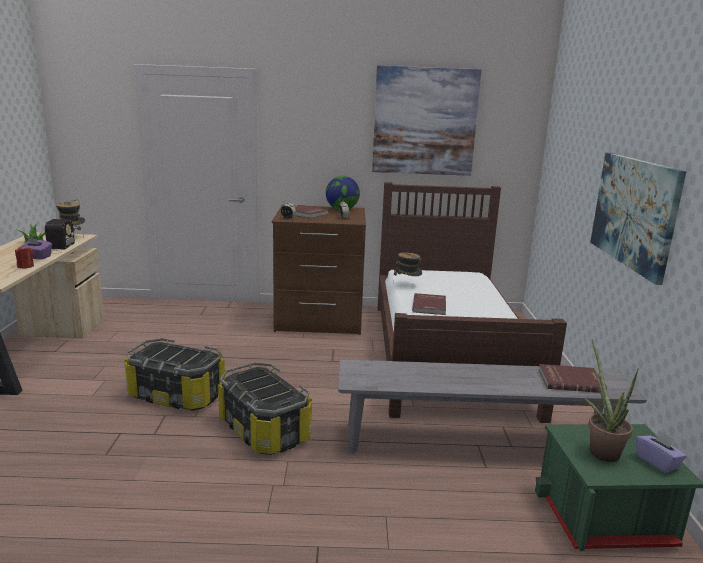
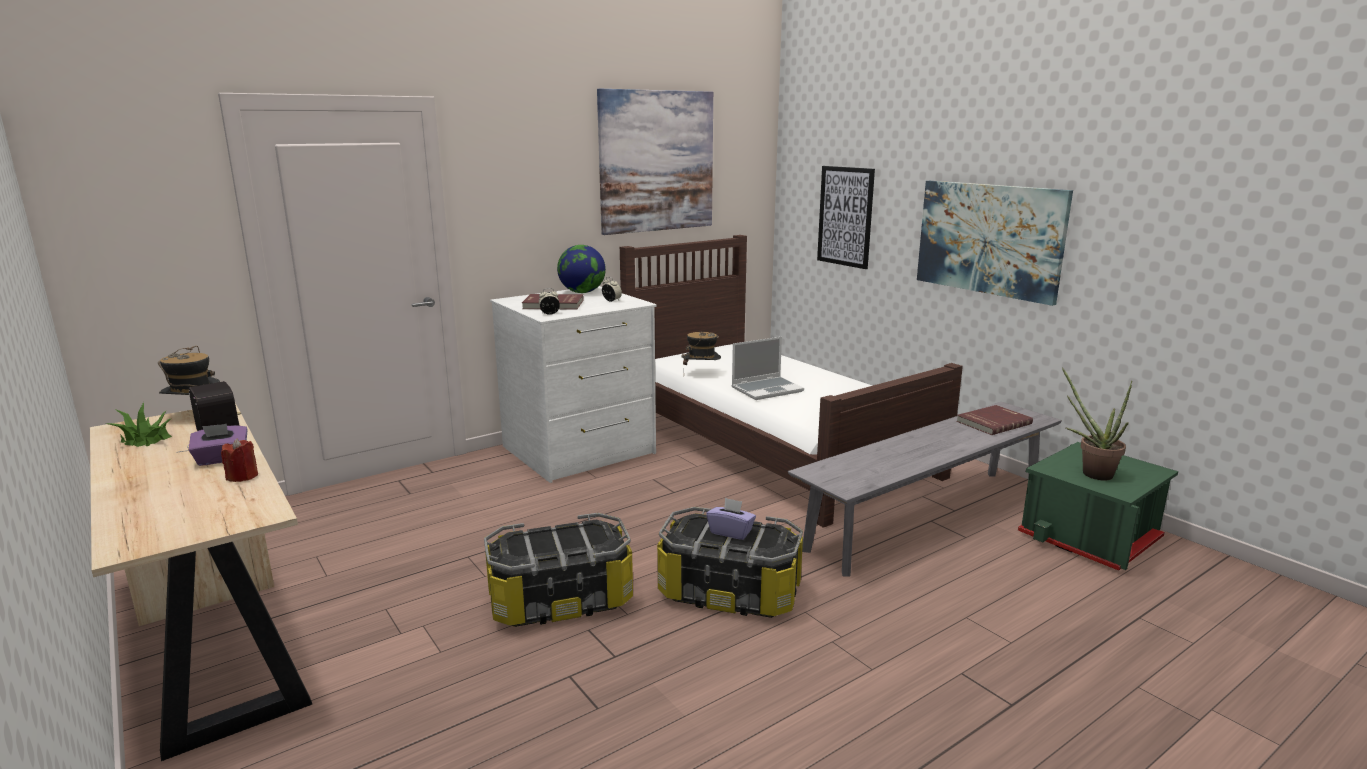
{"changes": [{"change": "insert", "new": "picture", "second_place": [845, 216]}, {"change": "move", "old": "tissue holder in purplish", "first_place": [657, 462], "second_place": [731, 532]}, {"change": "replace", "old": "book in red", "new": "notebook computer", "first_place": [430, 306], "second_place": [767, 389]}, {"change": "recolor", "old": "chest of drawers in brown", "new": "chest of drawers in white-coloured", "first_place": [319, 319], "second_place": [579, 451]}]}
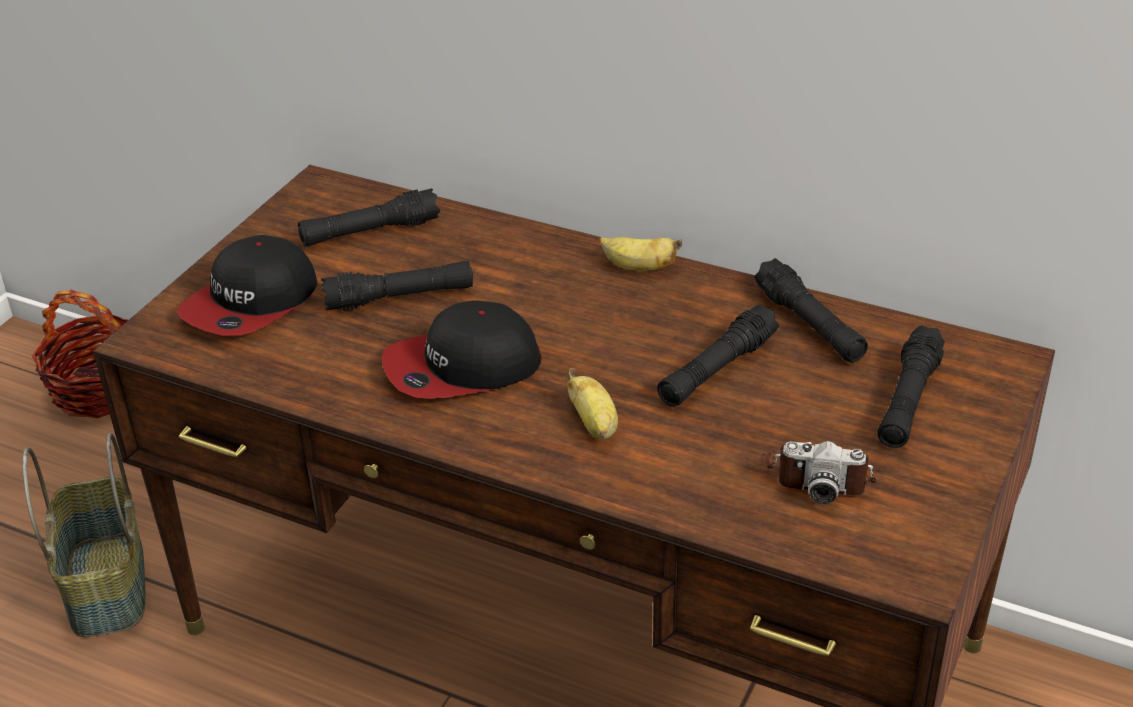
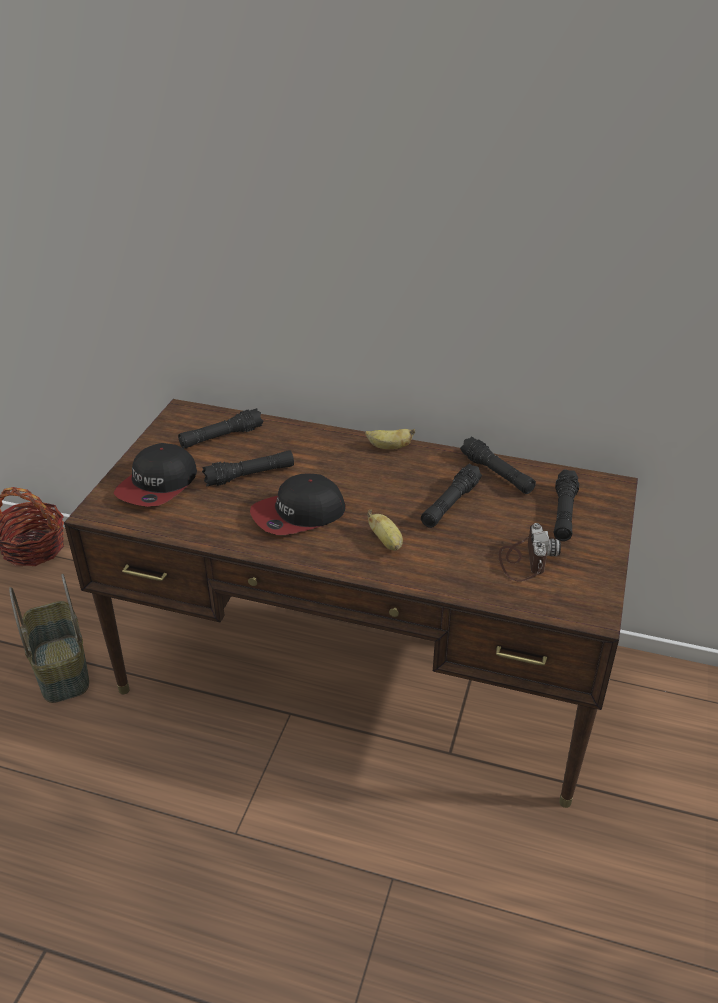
{"changes": [{"change": "rotate", "old": "still camera", "first_place": [819, 475], "second_place": [524, 560], "degrees": -90}]}
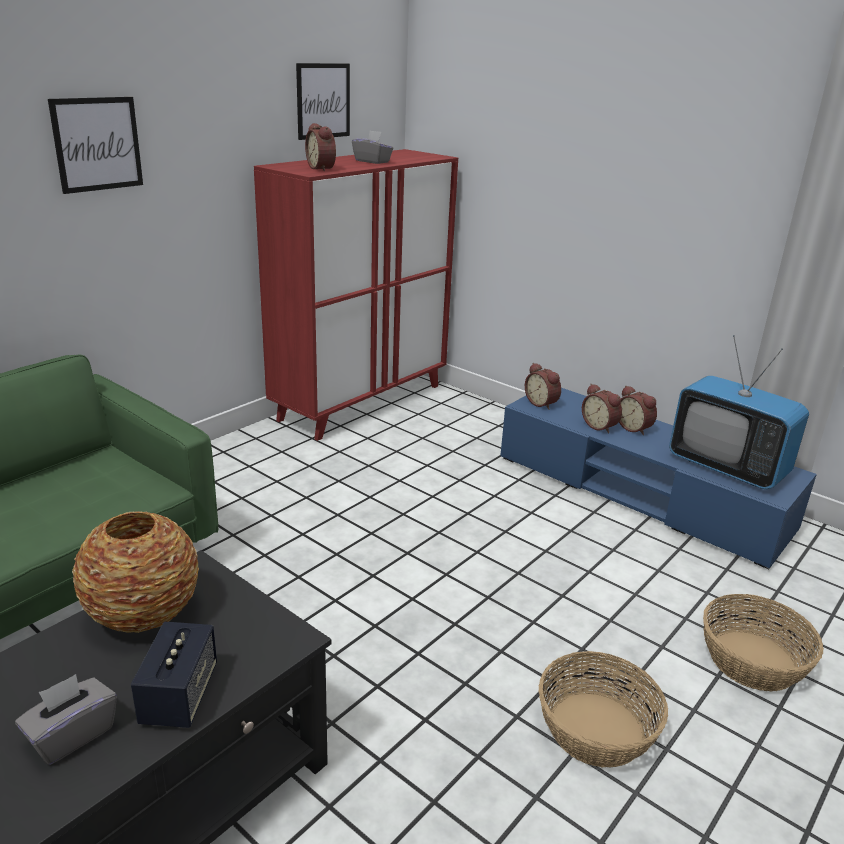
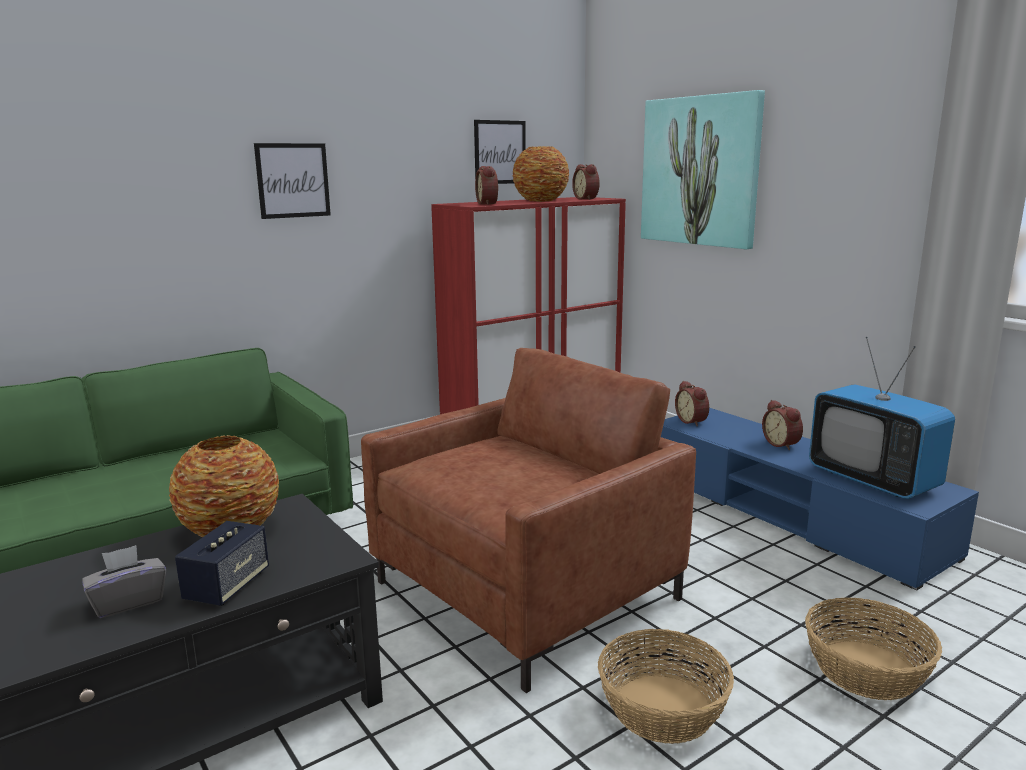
{"changes": [{"change": "insert", "new": "easy chair in brown", "second_place": [526, 591]}, {"change": "insert", "new": "picture", "second_place": [700, 171]}, {"change": "move", "old": "alarm clock", "first_place": [600, 426], "second_place": [587, 199]}, {"change": "replace", "old": "tissue holder in gray", "new": "vase", "first_place": [372, 161], "second_place": [540, 201]}]}
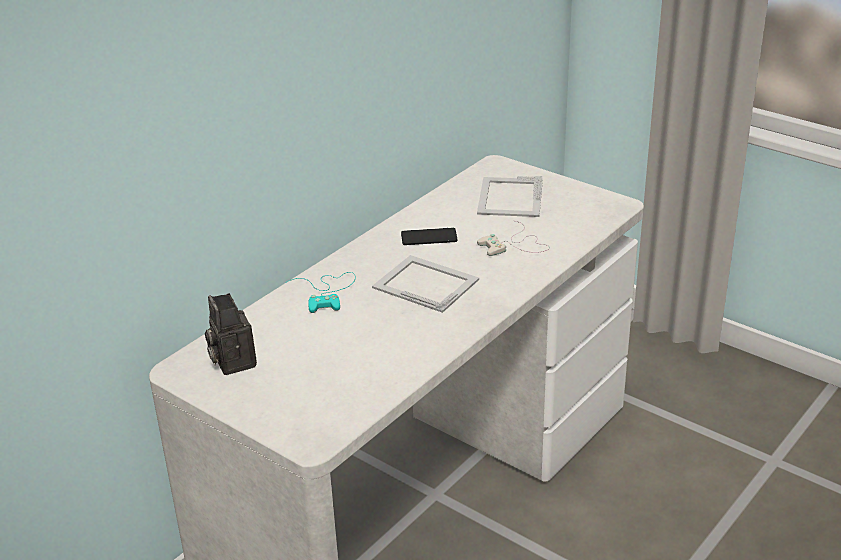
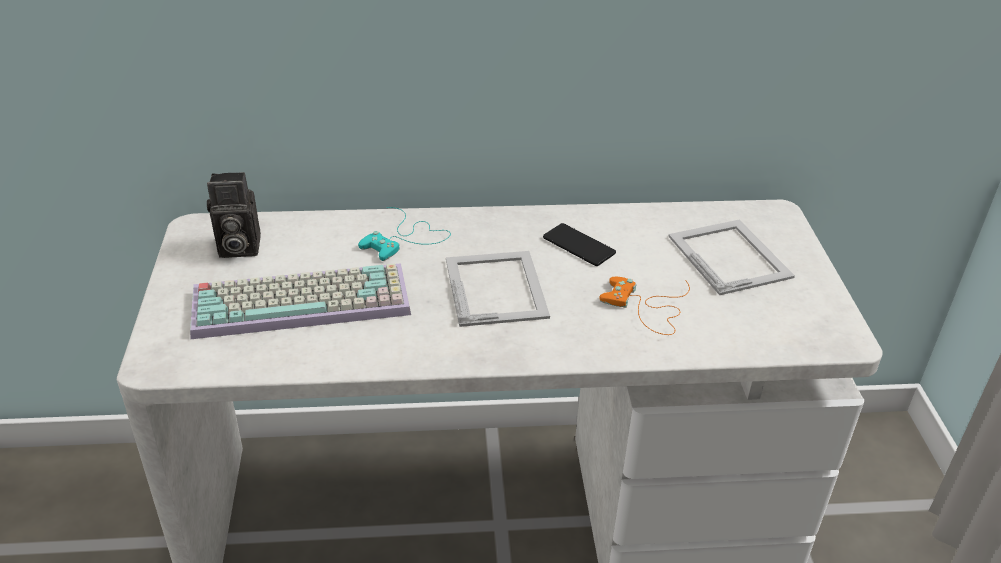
{"changes": [{"change": "insert", "new": "computer keyboard", "second_place": [304, 300]}, {"change": "recolor", "old": "joypad in white-coloured", "new": "joypad in orange-coloured", "first_place": [515, 245], "second_place": [647, 308]}, {"change": "rotate", "old": "still camera", "first_place": [232, 361], "second_place": [236, 248], "degrees": -120}, {"change": "rotate", "old": "picture frame", "first_place": [509, 197], "second_place": [729, 255], "degrees": 105}]}
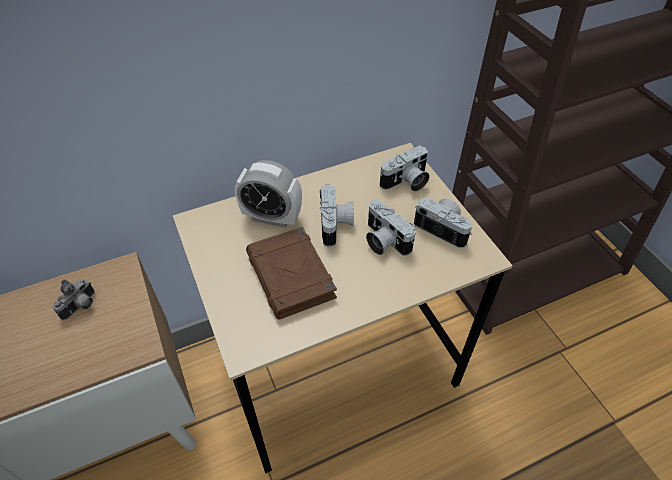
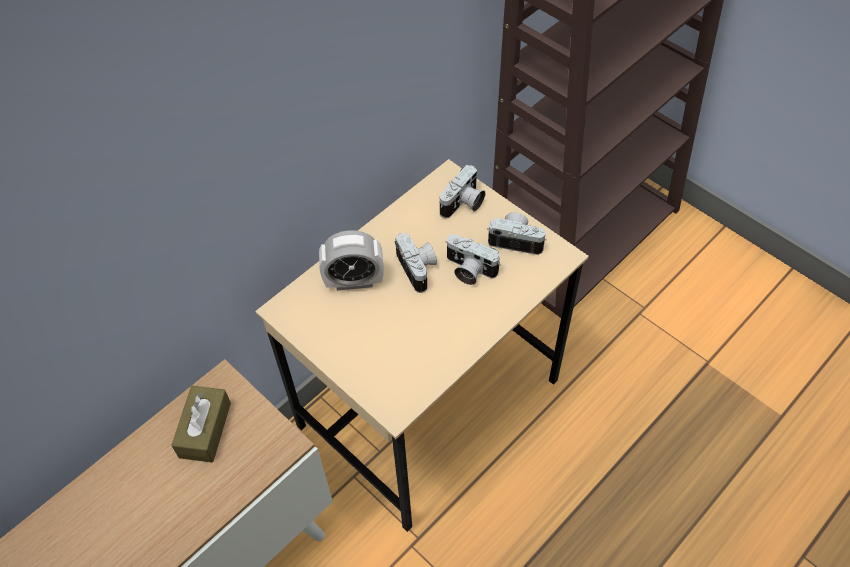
{"changes": [{"change": "delete", "old": "book in brown", "first_place": [292, 276]}, {"change": "replace", "old": "still camera", "new": "tissue holder in brown", "first_place": [81, 307], "second_place": [205, 430]}]}
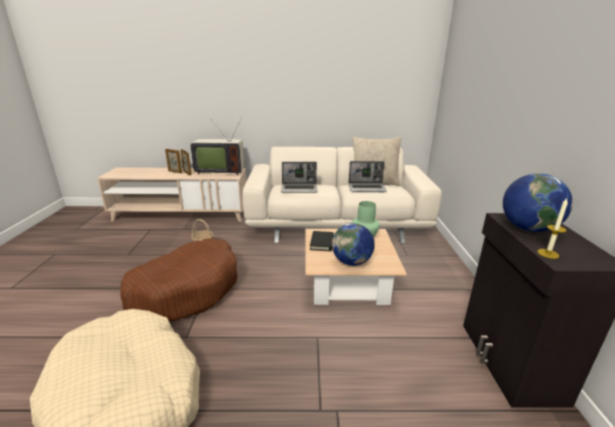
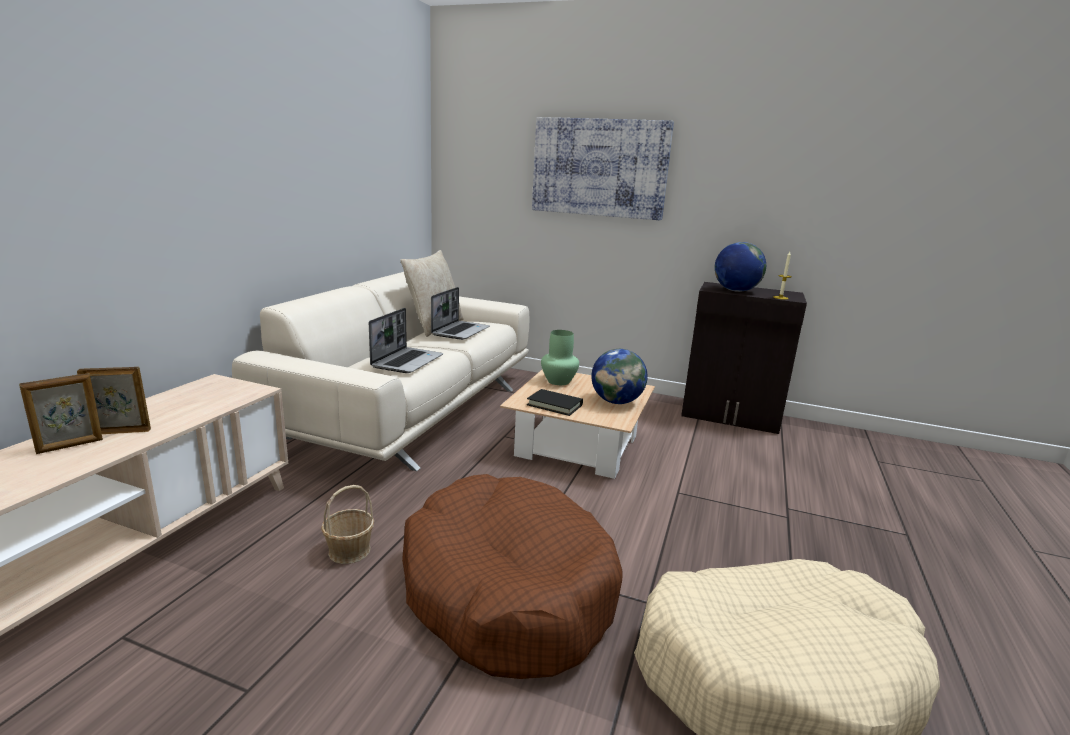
{"changes": [{"change": "delete", "old": "TV", "first_place": [220, 171]}, {"change": "insert", "new": "picture", "second_place": [600, 168]}]}
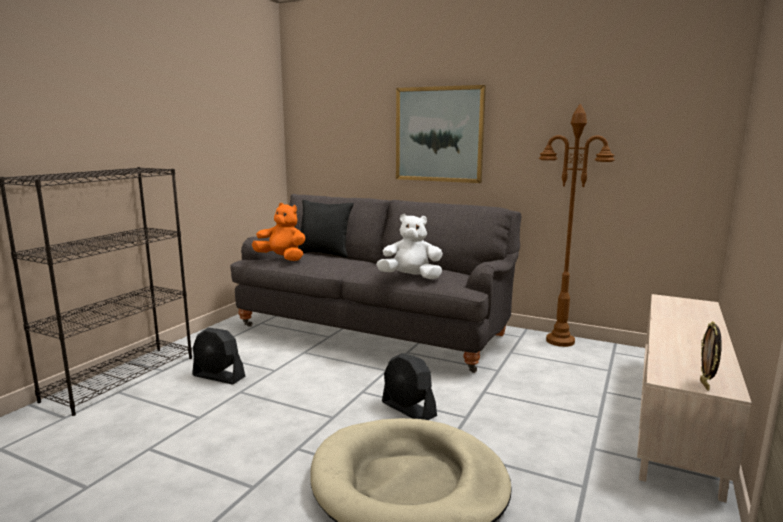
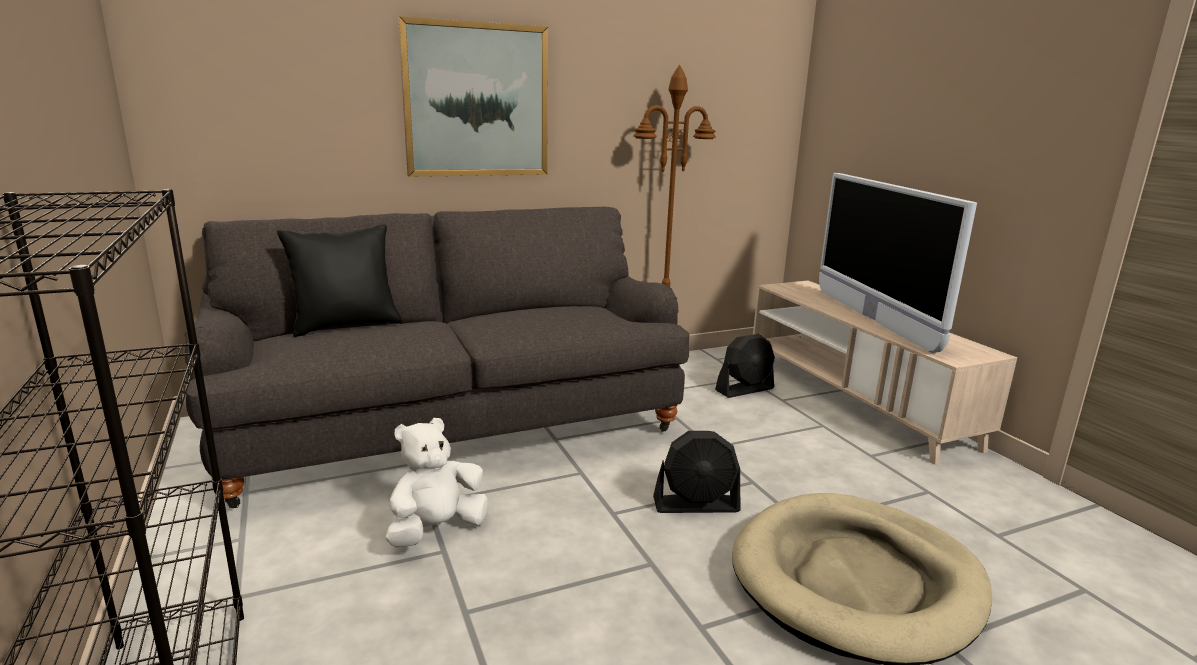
{"changes": [{"change": "delete", "old": "soft toy in orange-coloured", "first_place": [282, 258]}, {"change": "delete", "old": "picture frame", "first_place": [705, 385]}, {"change": "insert", "new": "TV", "second_place": [872, 319]}, {"change": "move", "old": "cooling fan in black-coloured", "first_place": [219, 376], "second_place": [745, 389]}, {"change": "move", "old": "soft toy in white-coloured", "first_place": [411, 277], "second_place": [437, 530]}]}
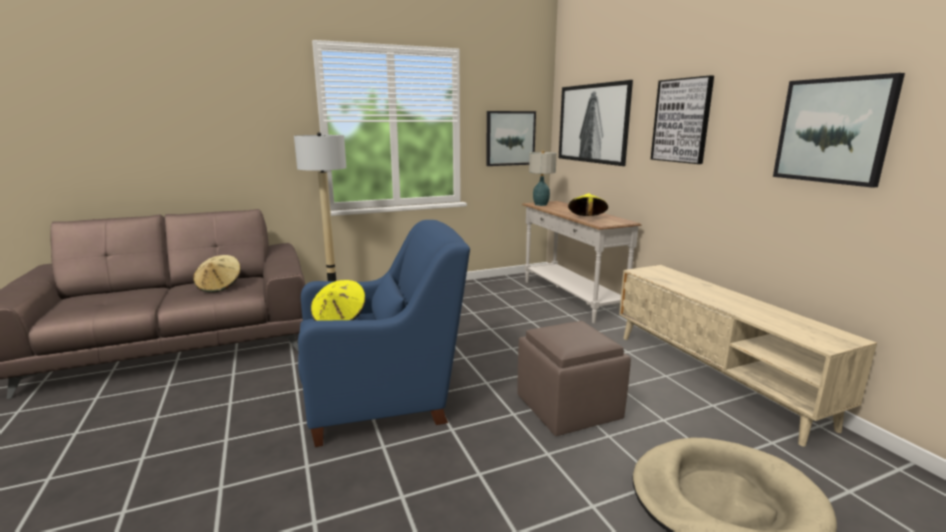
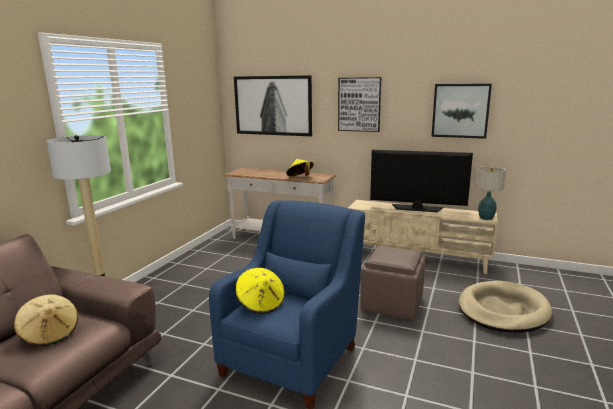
{"changes": [{"change": "delete", "old": "picture", "first_place": [510, 138]}, {"change": "insert", "new": "TV", "second_place": [417, 208]}, {"change": "move", "old": "tabletop lamp", "first_place": [541, 204], "second_place": [486, 218]}]}
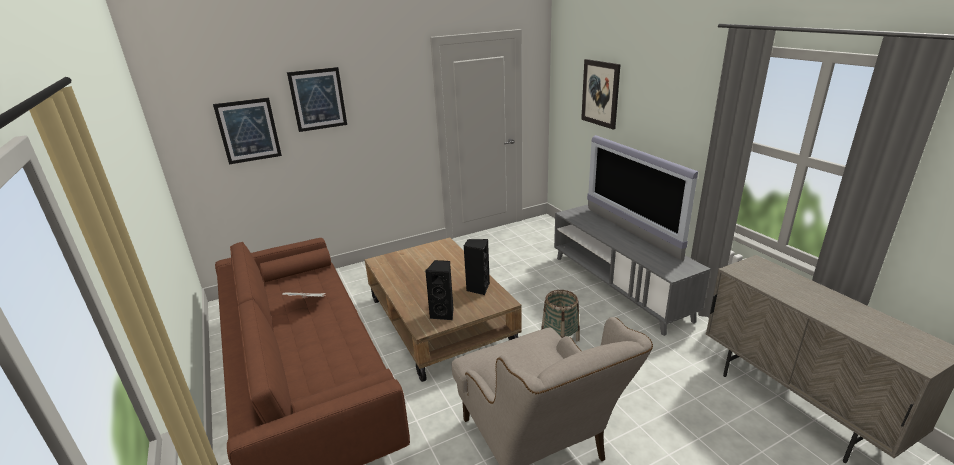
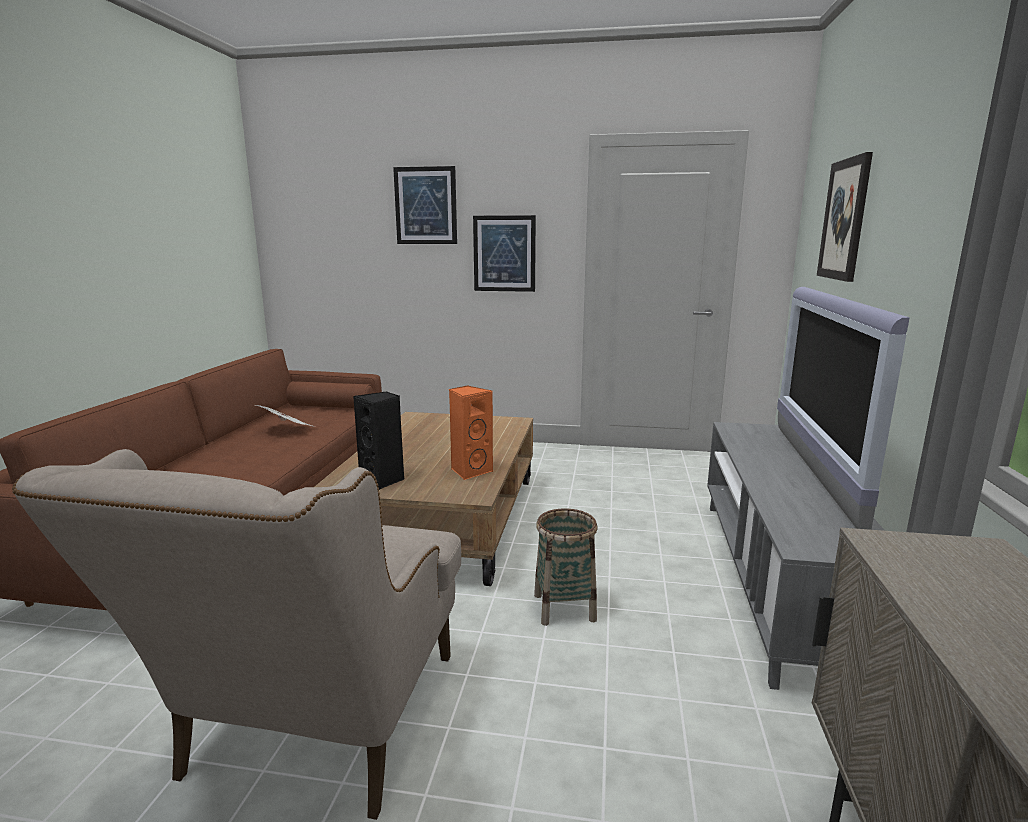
{"changes": [{"change": "move", "old": "picture", "first_place": [248, 130], "second_place": [504, 253]}, {"change": "recolor", "old": "speaker in black-coloured", "new": "speaker in orange-coloured", "first_place": [478, 288], "second_place": [470, 471]}]}
